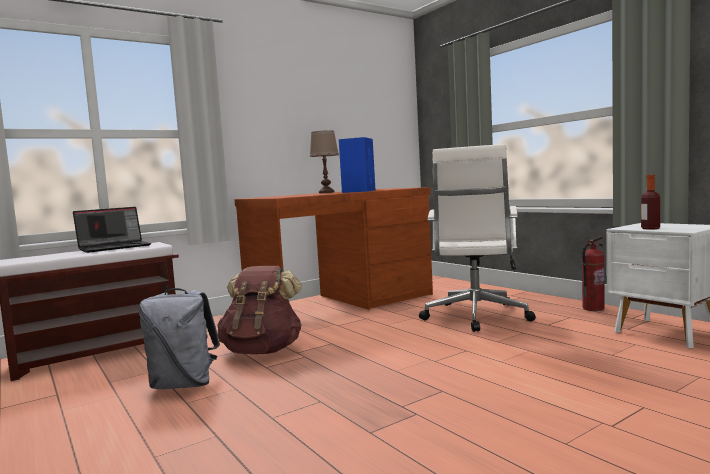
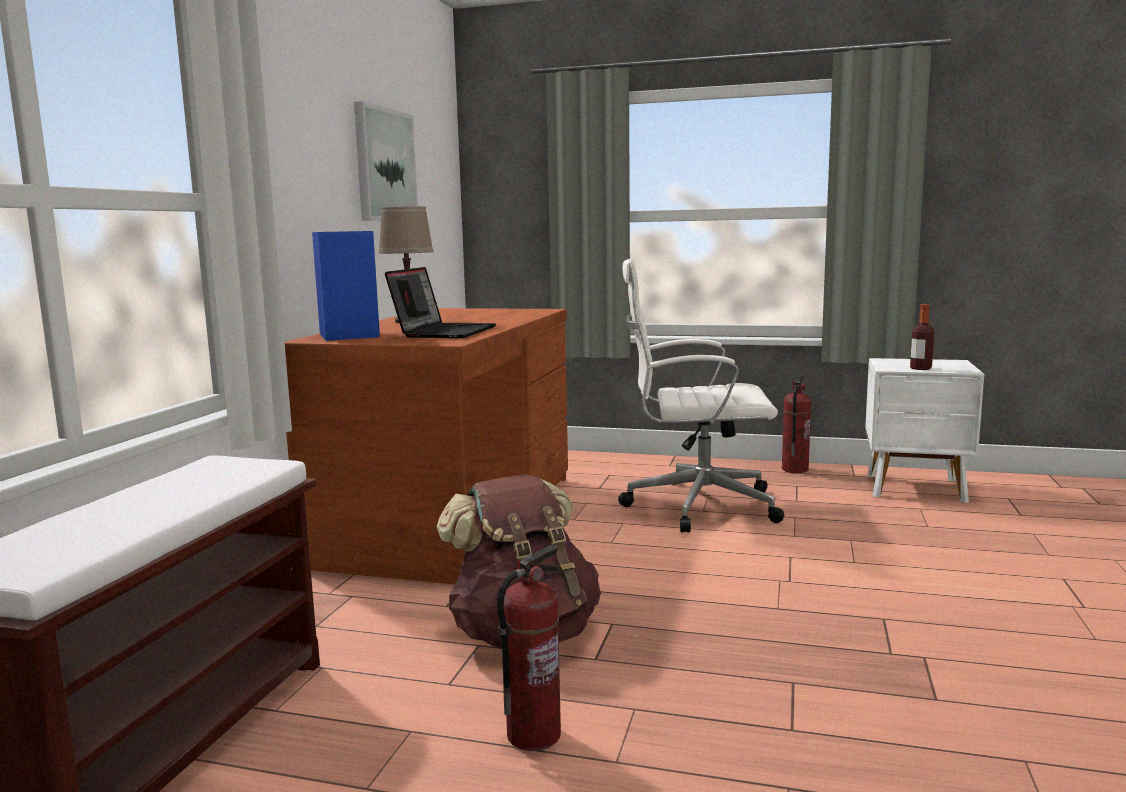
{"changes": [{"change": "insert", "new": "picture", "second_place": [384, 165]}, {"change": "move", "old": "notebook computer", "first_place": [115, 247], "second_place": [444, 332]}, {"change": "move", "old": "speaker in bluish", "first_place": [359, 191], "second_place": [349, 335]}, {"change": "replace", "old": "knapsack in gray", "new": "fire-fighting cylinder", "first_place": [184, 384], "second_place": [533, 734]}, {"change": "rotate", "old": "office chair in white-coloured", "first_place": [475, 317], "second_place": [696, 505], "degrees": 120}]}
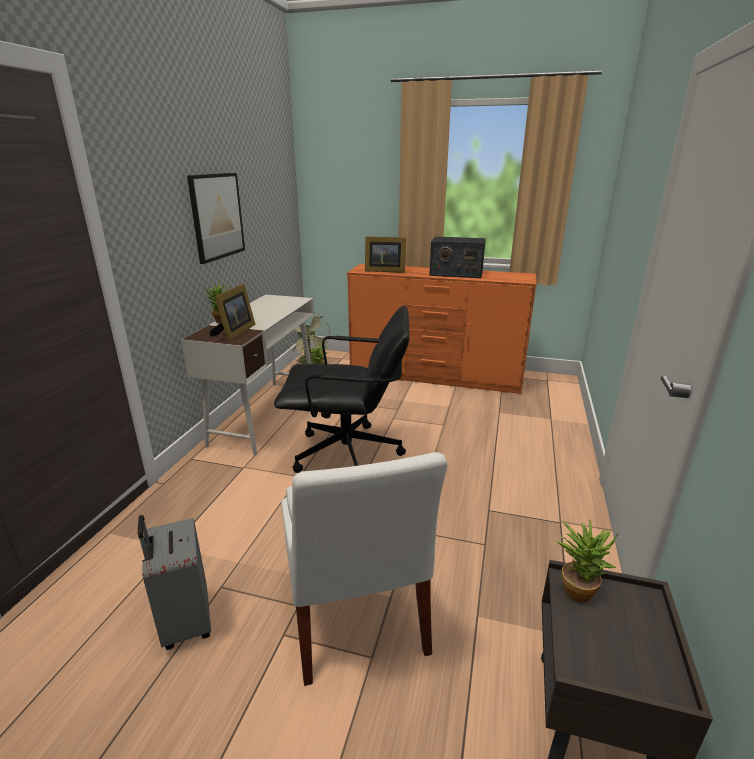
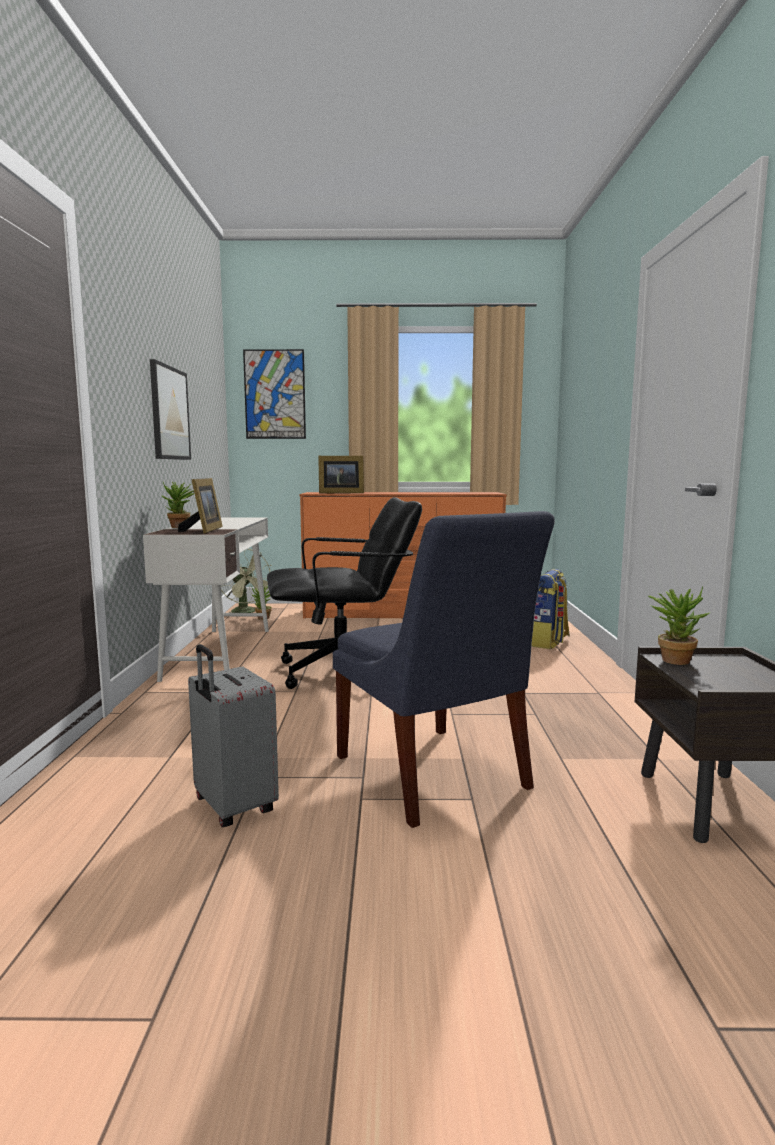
{"changes": [{"change": "delete", "old": "radio receiver", "first_place": [456, 273]}, {"change": "insert", "new": "picture", "second_place": [275, 394]}, {"change": "insert", "new": "knapsack", "second_place": [547, 642]}, {"change": "recolor", "old": "plain chair in white-coloured", "new": "plain chair in bluish", "first_place": [355, 617], "second_place": [433, 776]}]}
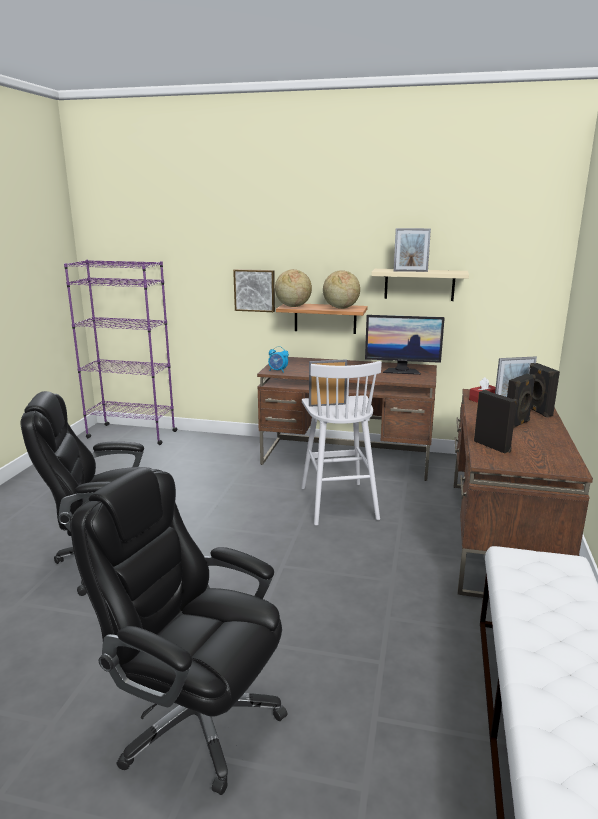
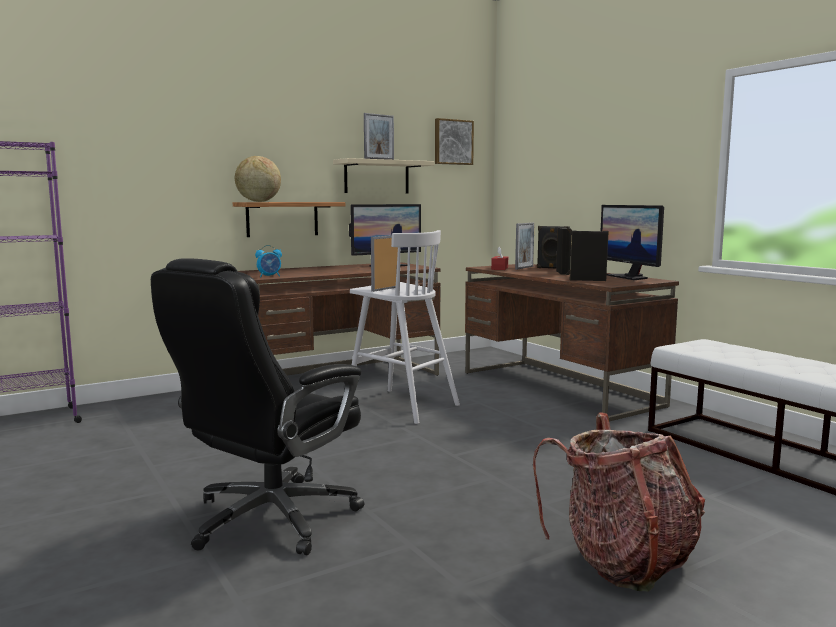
{"changes": [{"change": "delete", "old": "globe", "first_place": [340, 308]}, {"change": "insert", "new": "computer screen", "second_place": [629, 277]}, {"change": "move", "old": "picture", "first_place": [255, 290], "second_place": [453, 142]}, {"change": "replace", "old": "office chair in black-coloured", "new": "knapsack", "first_place": [196, 718], "second_place": [622, 561]}]}
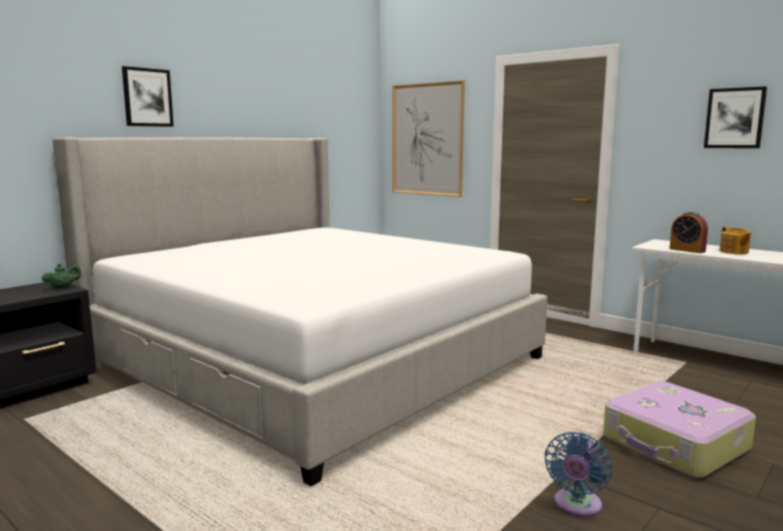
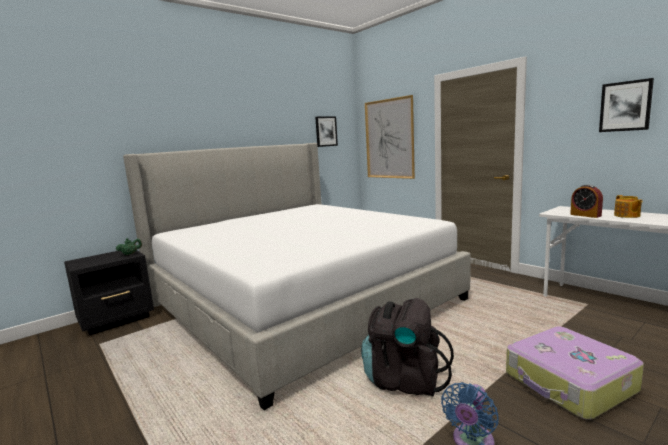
{"changes": [{"change": "insert", "new": "knapsack in black-coloured", "second_place": [404, 380]}, {"change": "move", "old": "picture", "first_place": [147, 97], "second_place": [326, 131]}]}
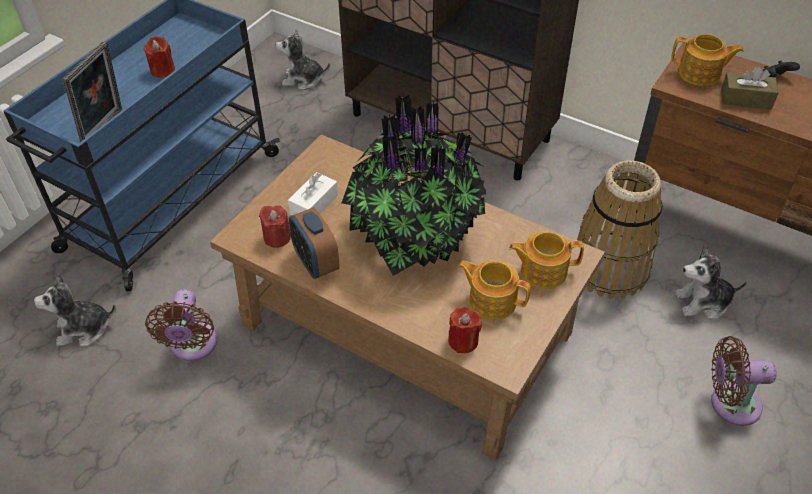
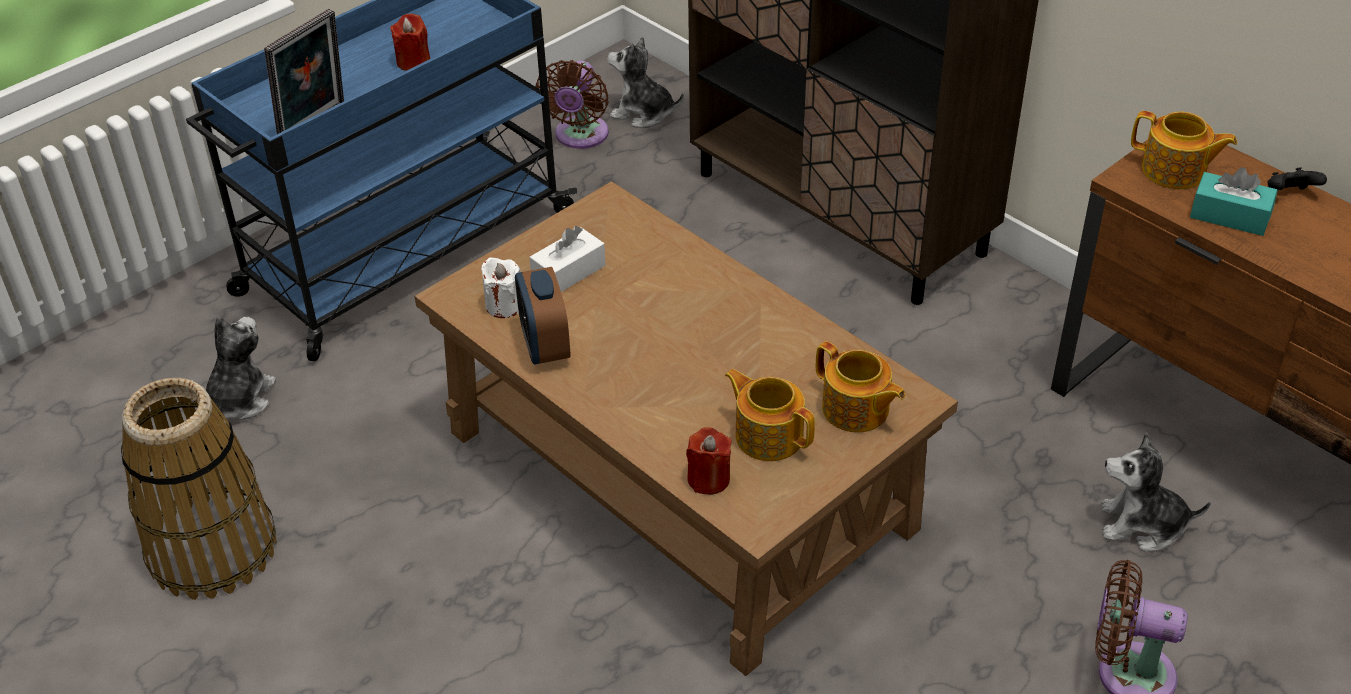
{"changes": [{"change": "delete", "old": "houseplant", "first_place": [414, 235]}, {"change": "move", "old": "cooling fan in brown", "first_place": [193, 346], "second_place": [580, 137]}, {"change": "move", "old": "household basket", "first_place": [609, 268], "second_place": [213, 548]}, {"change": "recolor", "old": "wax light in red", "new": "wax light in white-coloured", "first_place": [277, 237], "second_place": [504, 305]}, {"change": "recolor", "old": "tissue holder in brown", "new": "tissue holder in turquoise", "first_place": [746, 99], "second_place": [1229, 216]}, {"change": "rotate", "old": "soft toy", "first_place": [83, 329], "second_place": [239, 399], "degrees": 105}, {"change": "rotate", "old": "teapot", "first_place": [542, 270], "second_place": [856, 410], "degrees": -150}]}
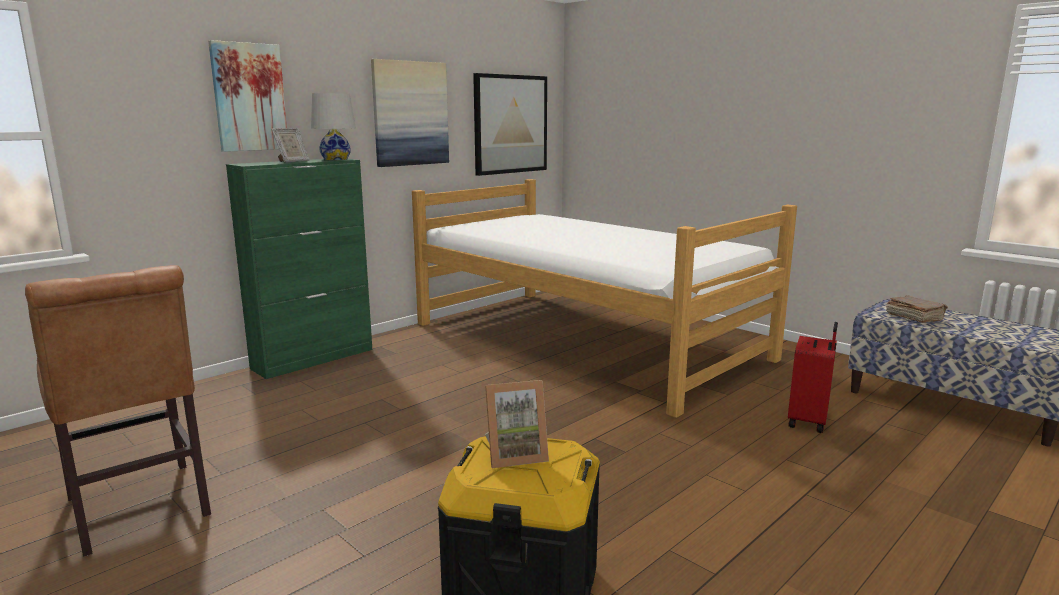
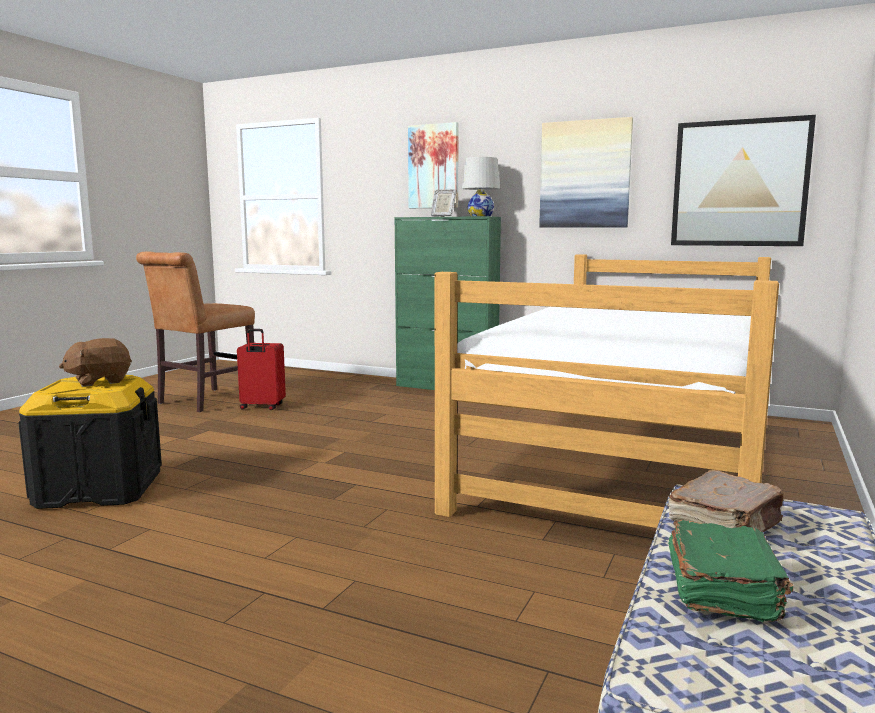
{"changes": [{"change": "insert", "new": "book in green", "second_place": [723, 590]}, {"change": "move", "old": "piece of luggage in red", "first_place": [809, 421], "second_place": [262, 407]}, {"change": "replace", "old": "picture frame", "new": "soft toy in brown", "first_place": [515, 455], "second_place": [99, 381]}]}
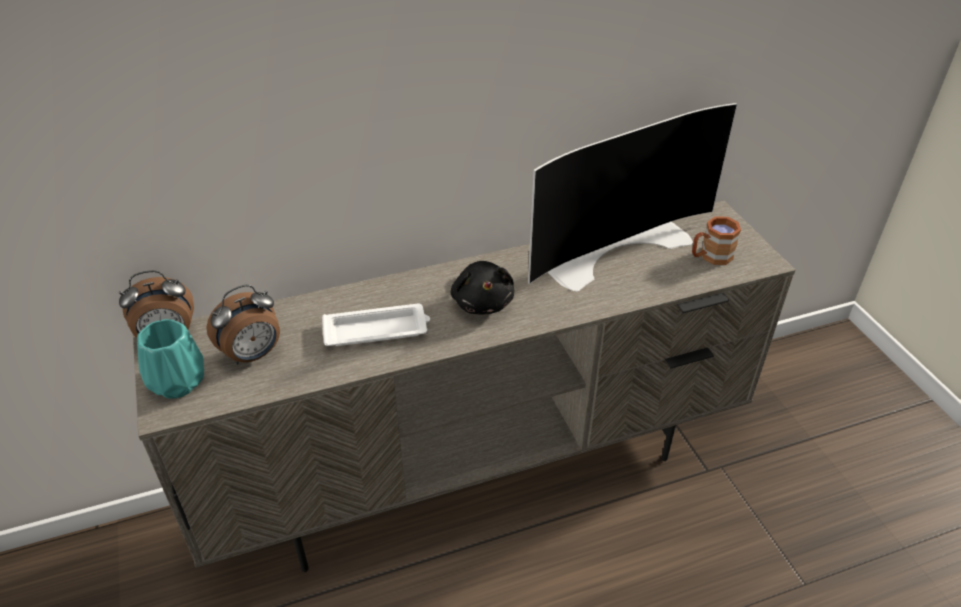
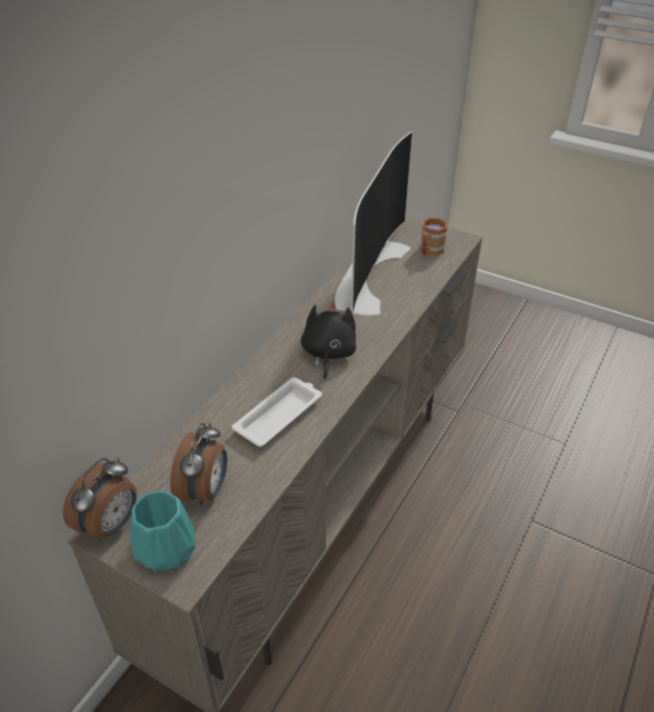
{"changes": [{"change": "rotate", "old": "soft toy in black-coloured", "first_place": [482, 302], "second_place": [328, 354], "degrees": -120}]}
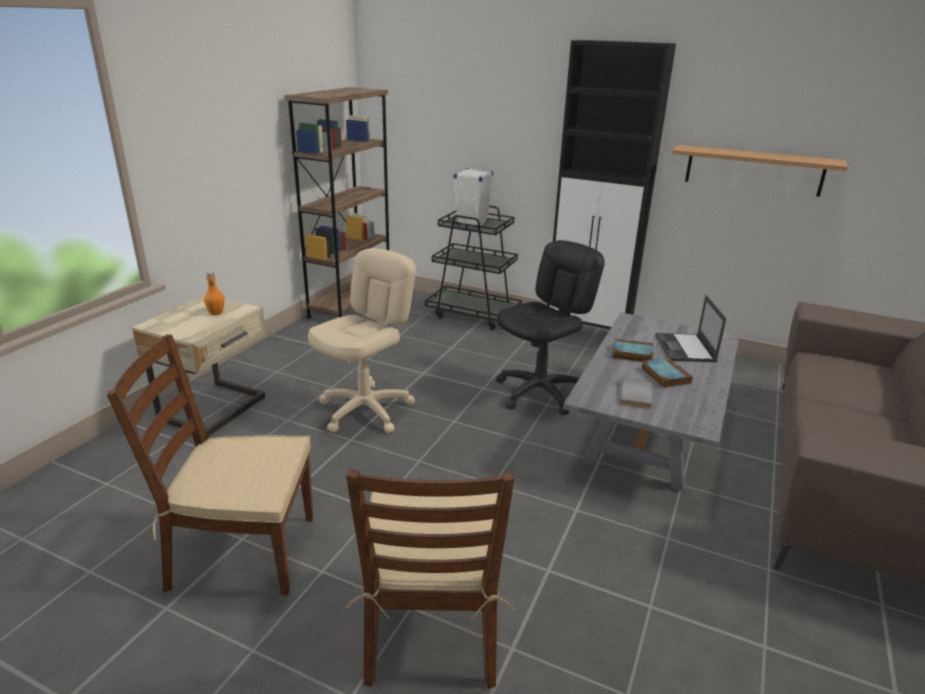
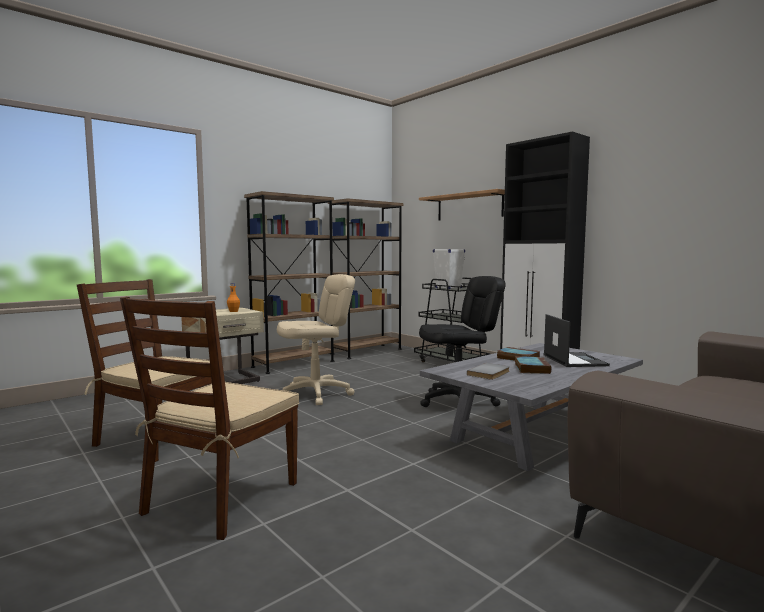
{"changes": [{"change": "insert", "new": "bookshelf in brown", "second_place": [293, 364]}, {"change": "move", "old": "bracket shelf", "first_place": [754, 170], "second_place": [469, 206]}, {"change": "rotate", "old": "notebook computer", "first_place": [685, 348], "second_place": [573, 360], "degrees": 150}]}
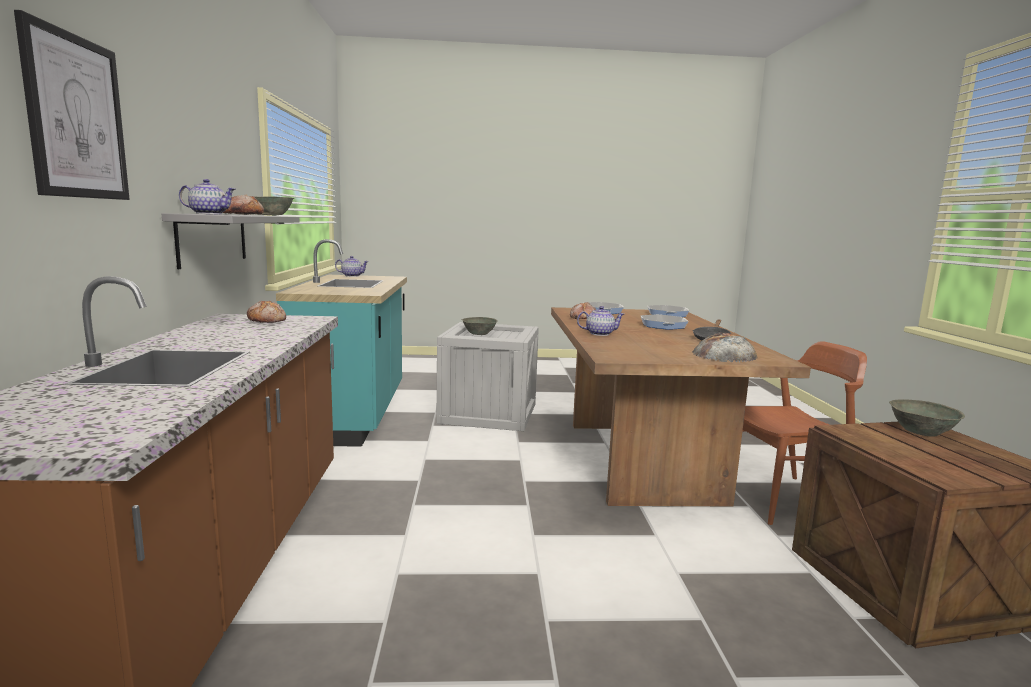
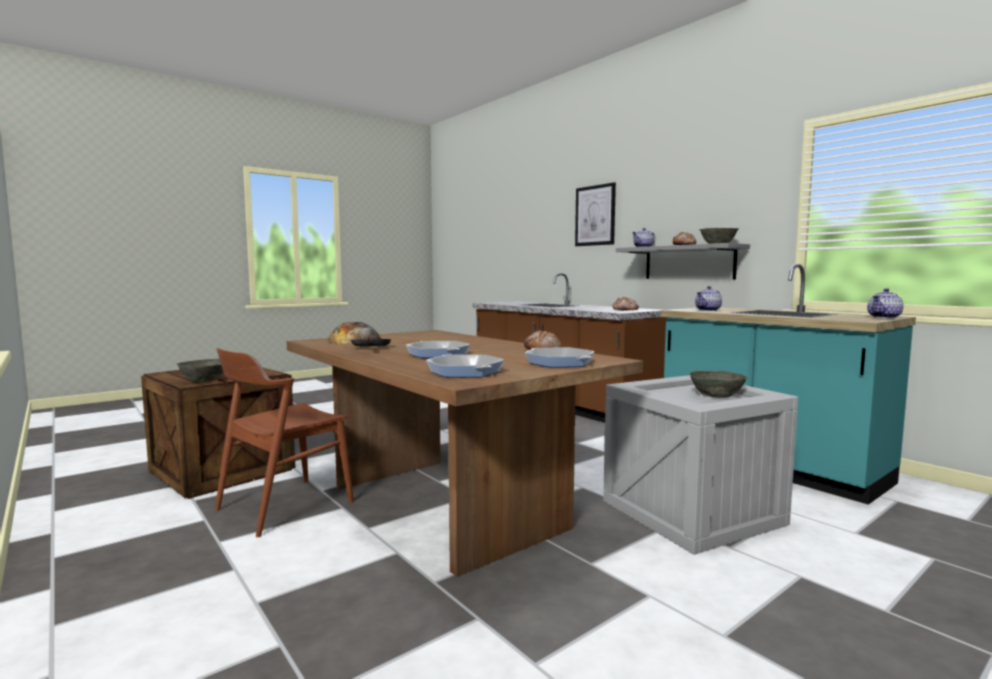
{"changes": [{"change": "move", "old": "teapot", "first_place": [599, 333], "second_place": [708, 310]}]}
